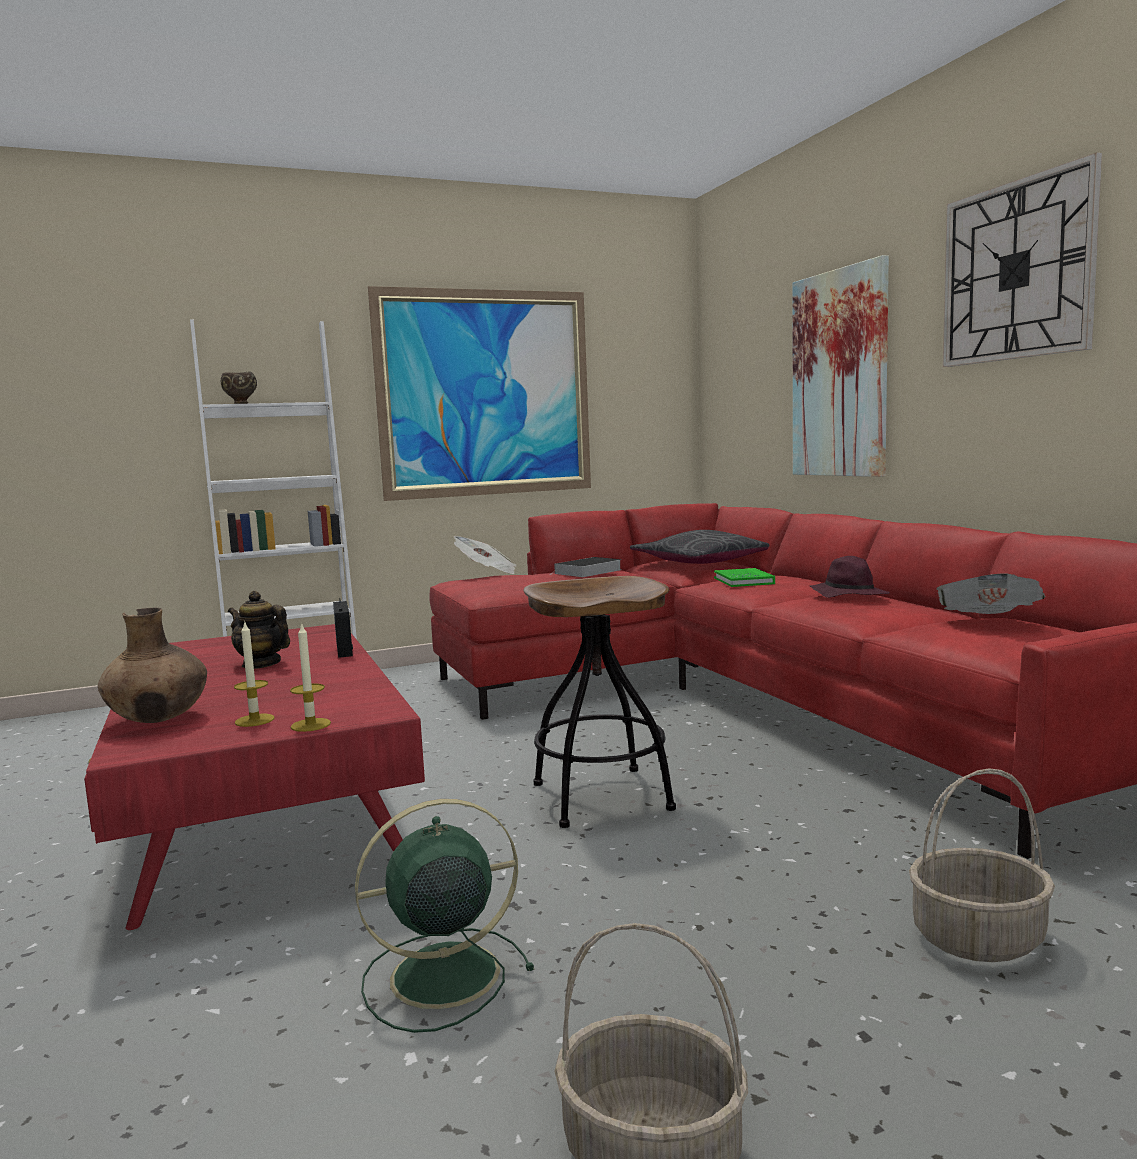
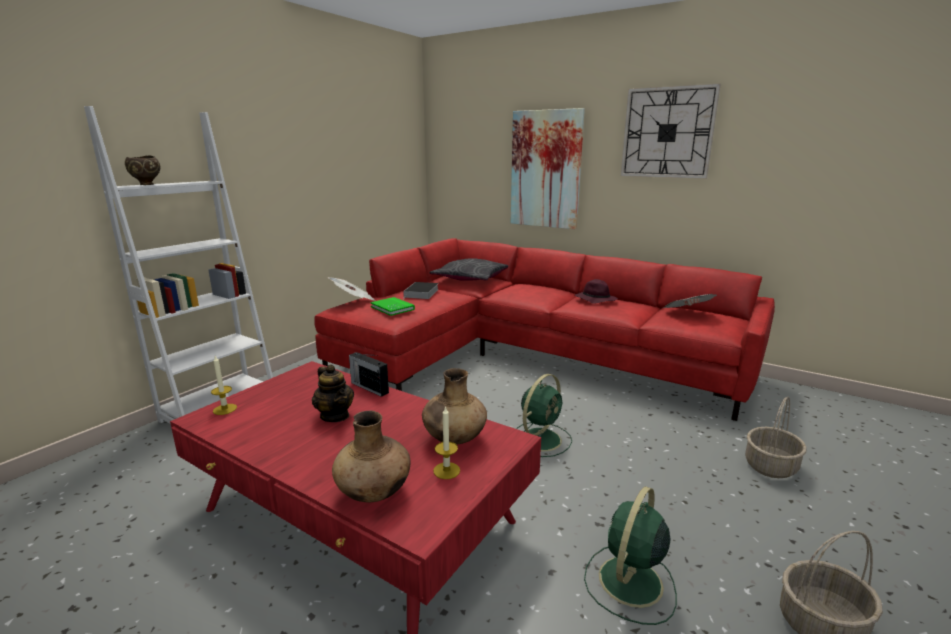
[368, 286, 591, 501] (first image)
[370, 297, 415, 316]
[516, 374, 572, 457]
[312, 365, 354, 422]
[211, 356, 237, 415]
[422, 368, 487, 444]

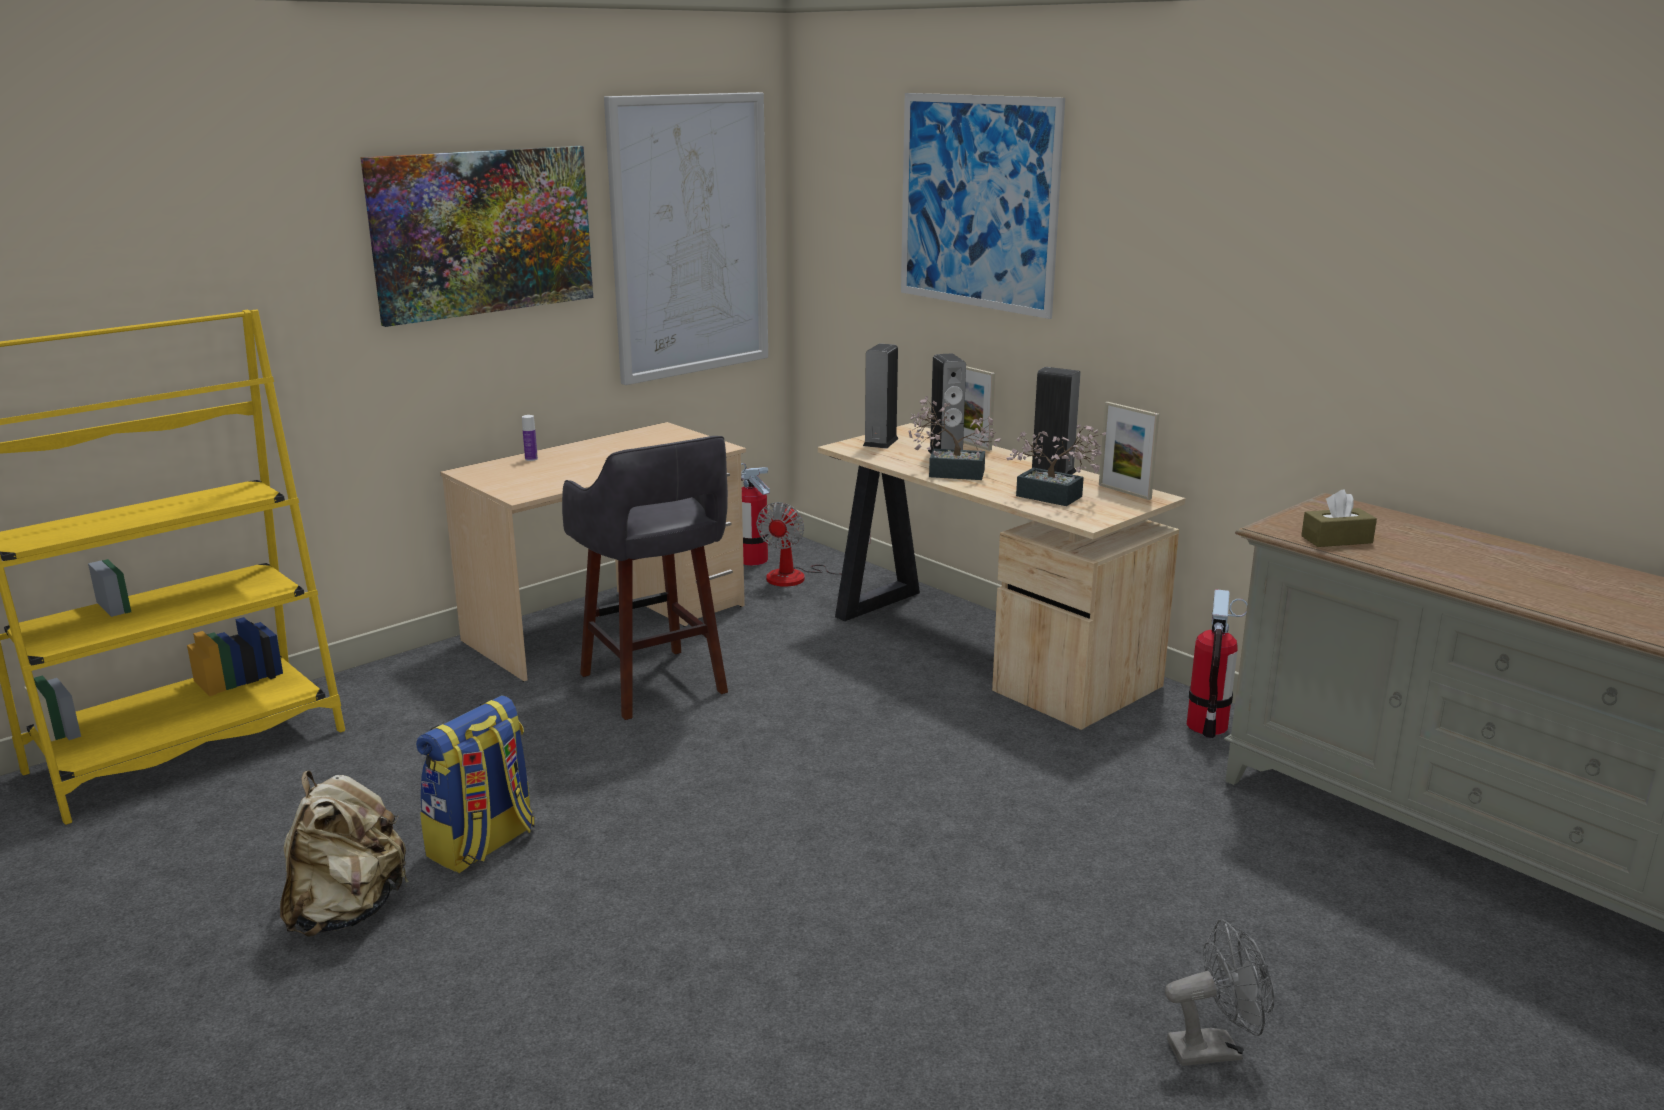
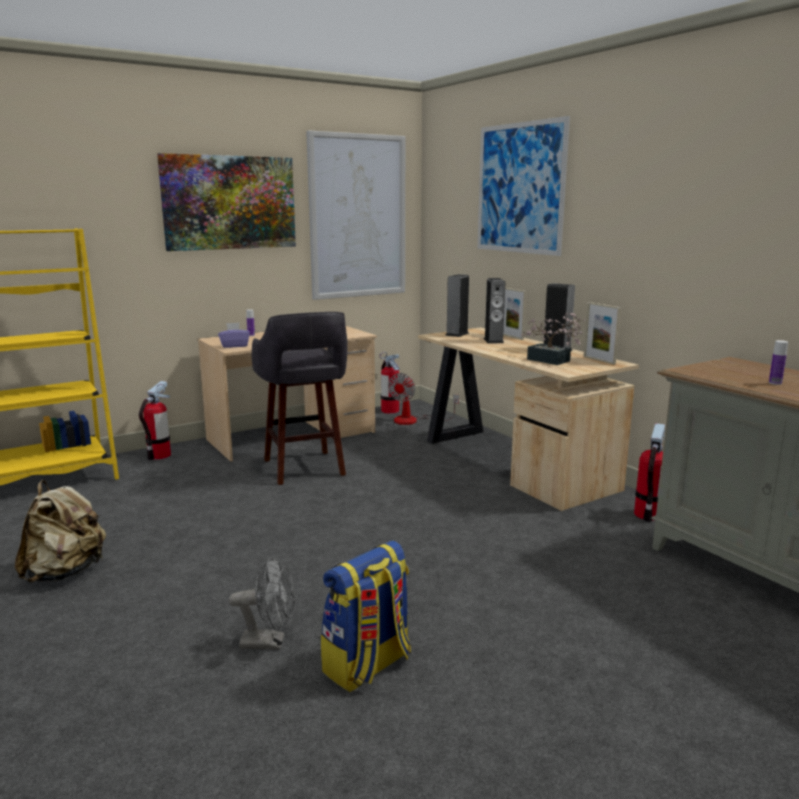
[908, 396, 1001, 480] (first image)
[1301, 490, 1377, 547] (first image)
[321, 540, 411, 692]
[229, 557, 295, 650]
[218, 323, 250, 348]
[769, 340, 788, 385]
[139, 381, 171, 460]

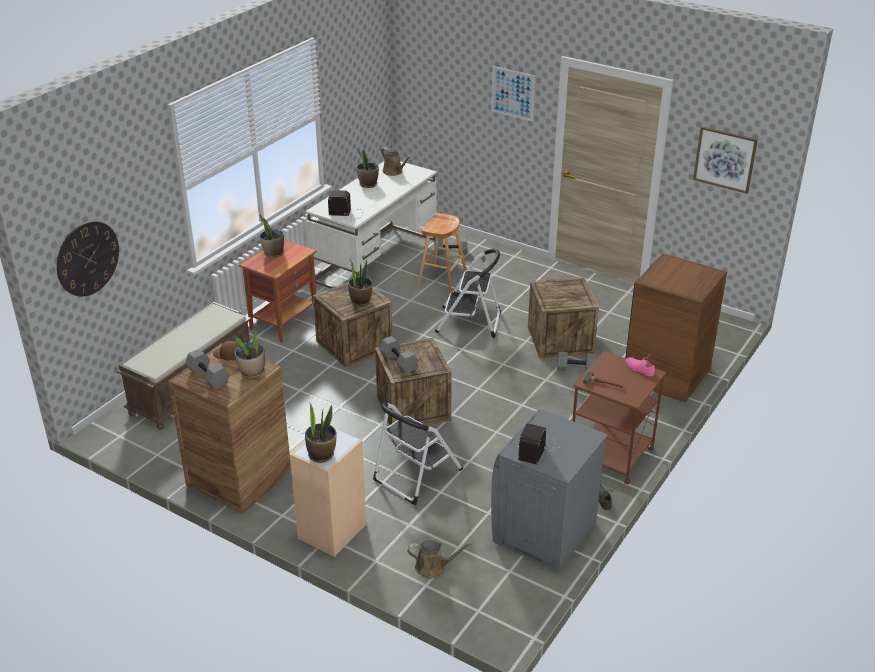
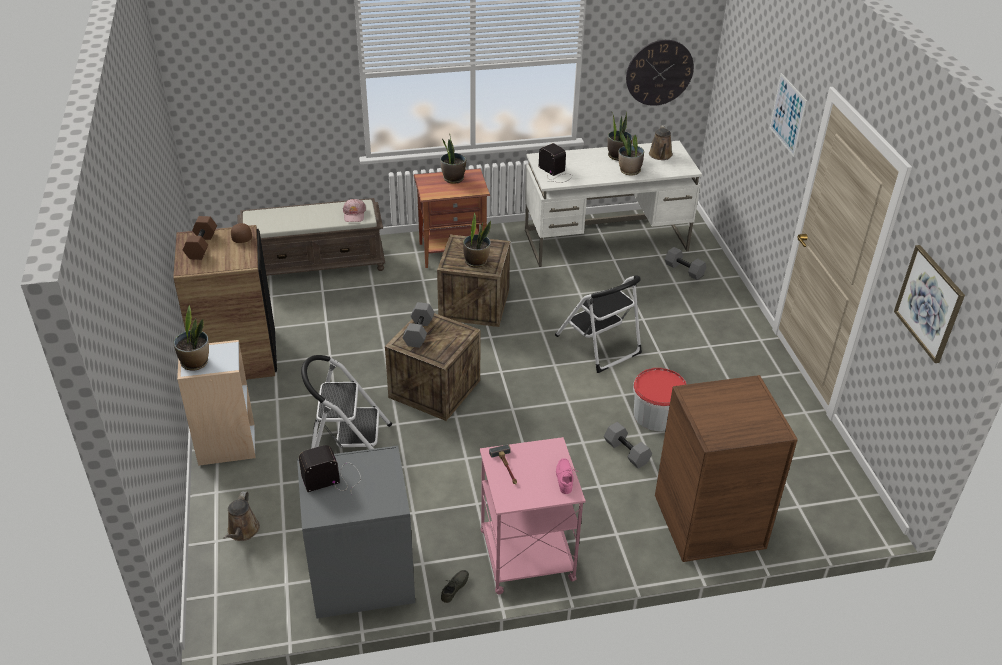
[417, 213, 467, 293] (first image)
[626, 40, 694, 106]
[633, 368, 687, 431]
[618, 131, 644, 175]
[183, 216, 217, 260]
[480, 437, 586, 594]
[223, 491, 260, 541]
[343, 199, 366, 222]

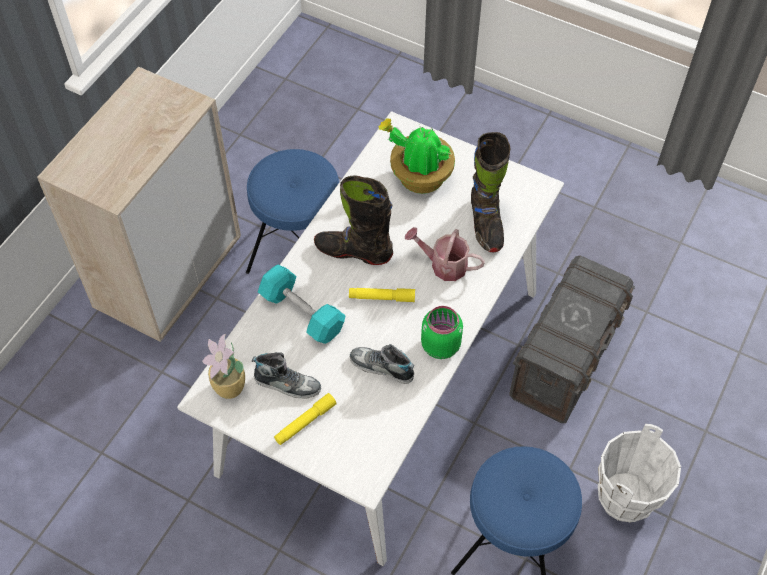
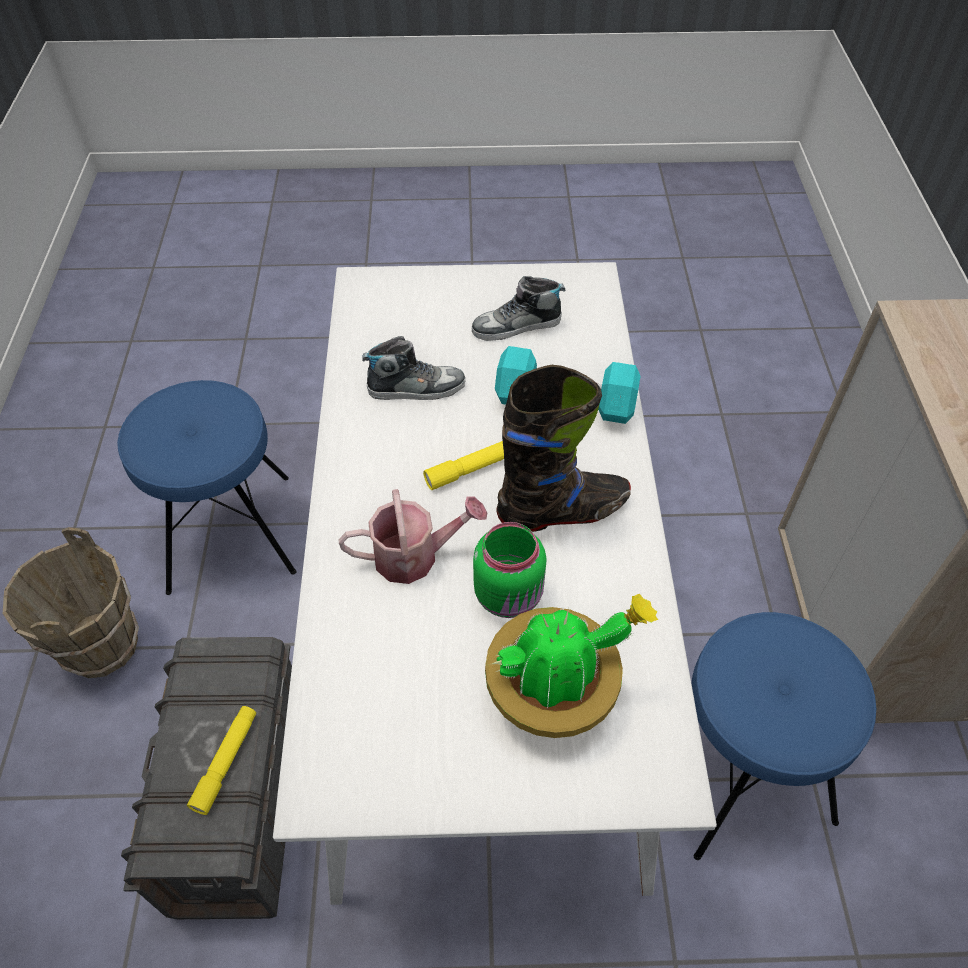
[471, 132, 511, 252] (first image)
[473, 522, 547, 618]
[202, 334, 245, 399] (first image)
[187, 706, 256, 815]
[3, 527, 139, 678]

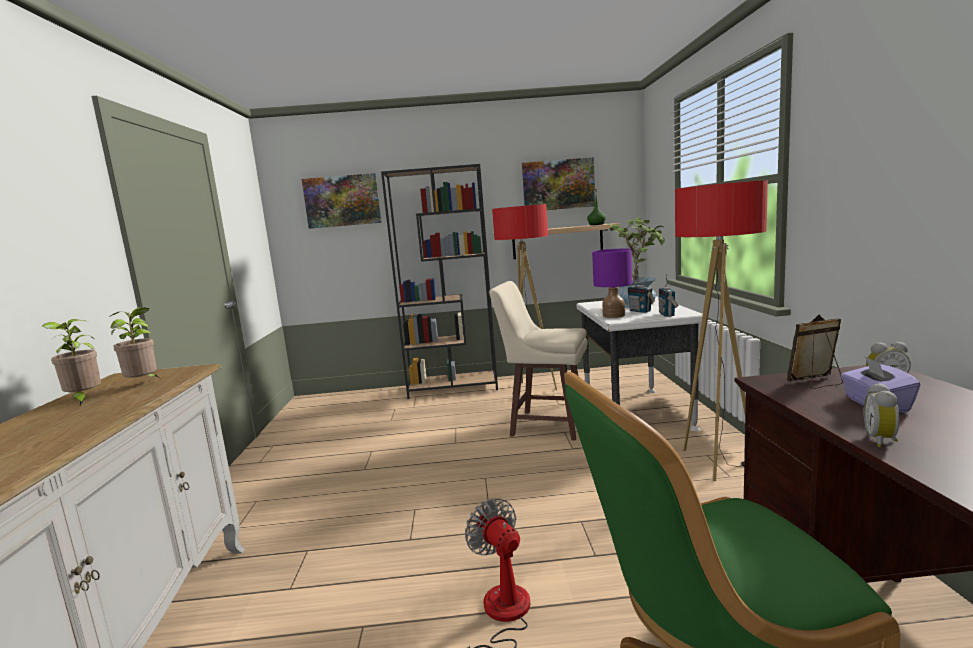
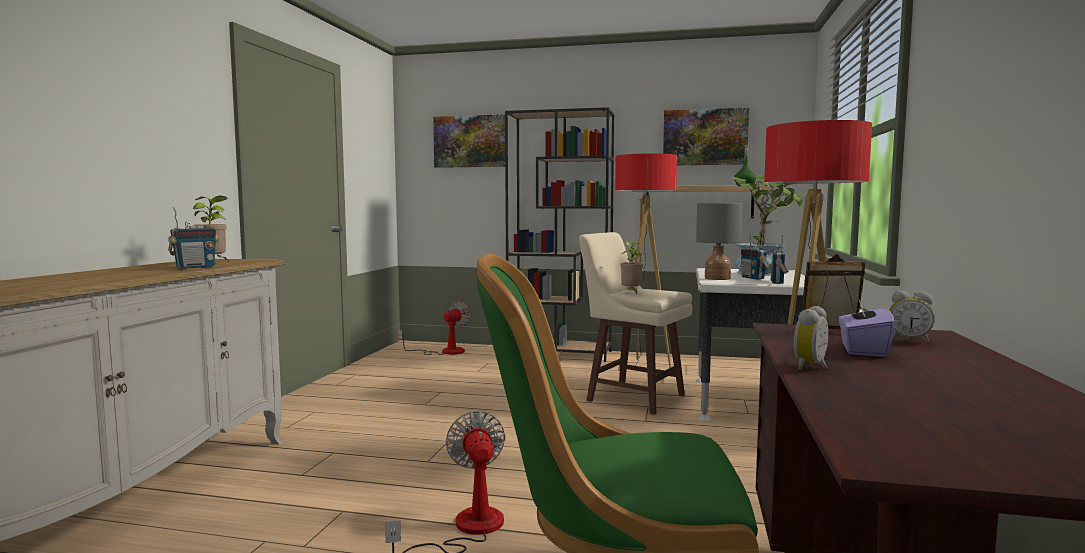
[696, 203, 743, 280]
[620, 242, 644, 294]
[168, 207, 218, 269]
[398, 301, 470, 355]

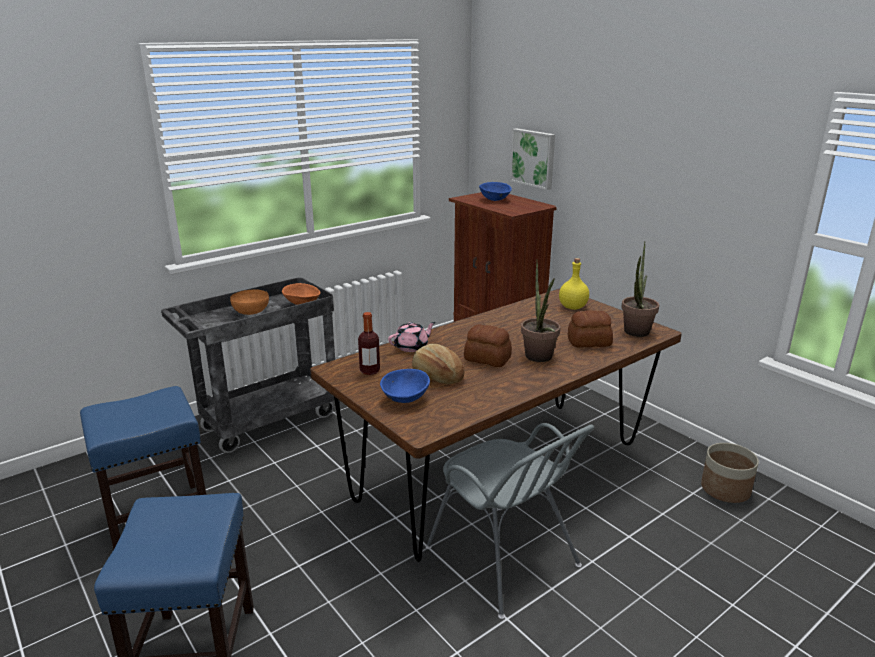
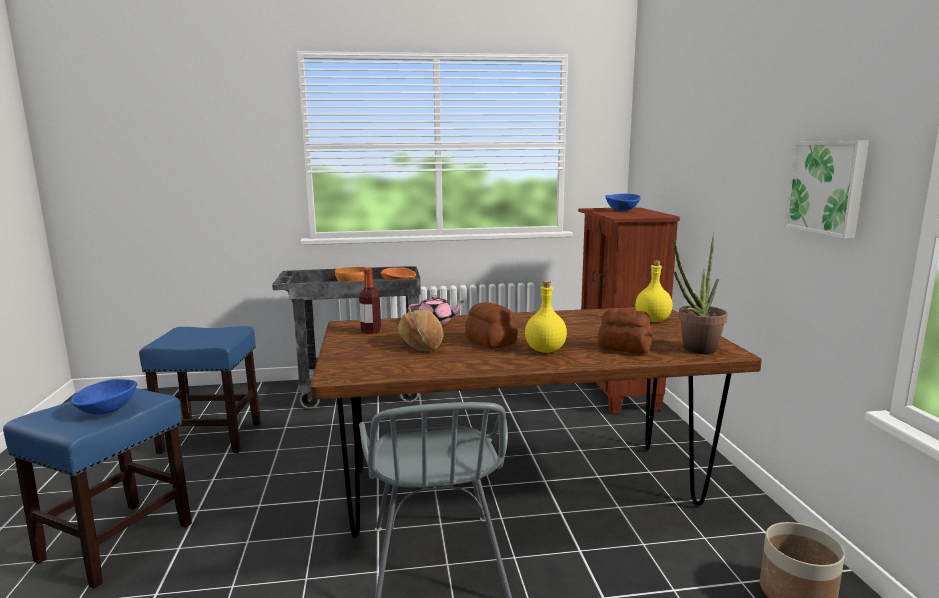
[784, 141, 869, 239]
[525, 281, 567, 353]
[71, 379, 137, 415]

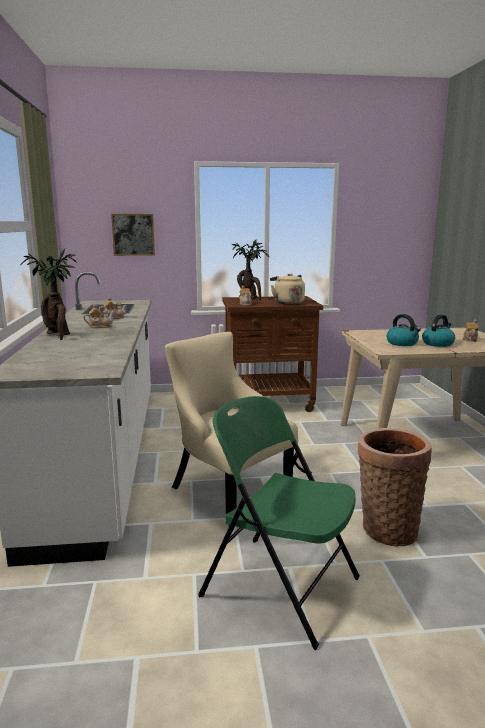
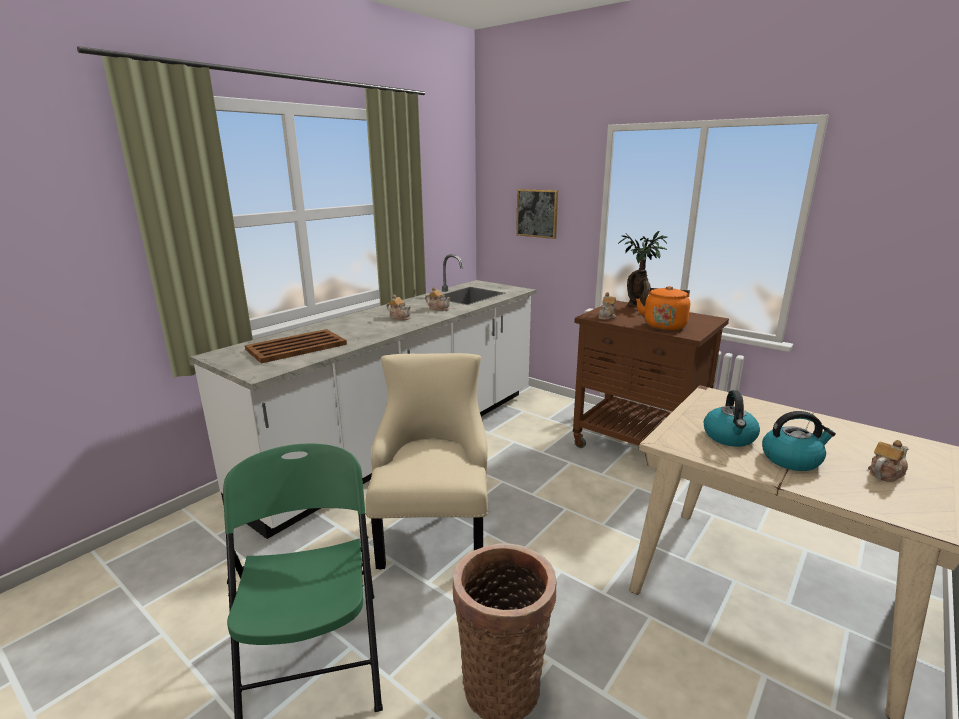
[20, 249, 77, 340] (first image)
[636, 286, 690, 331]
[245, 329, 347, 364]

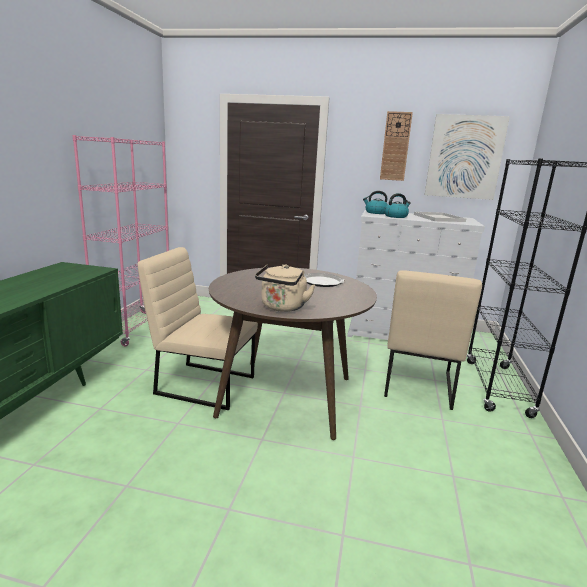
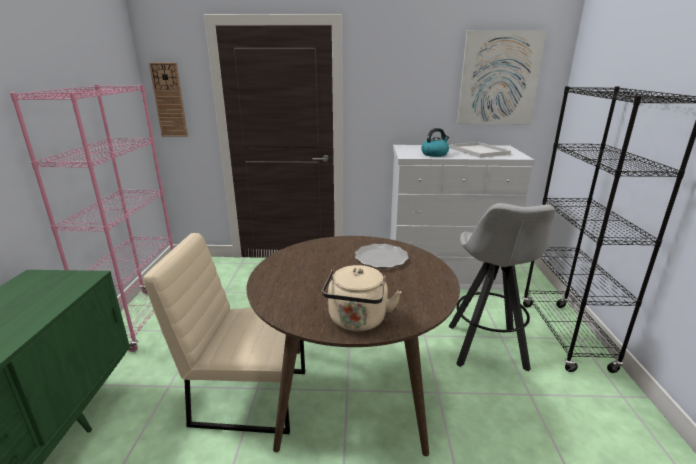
[149, 63, 188, 137]
[363, 191, 388, 214] (first image)
[449, 203, 555, 371]

